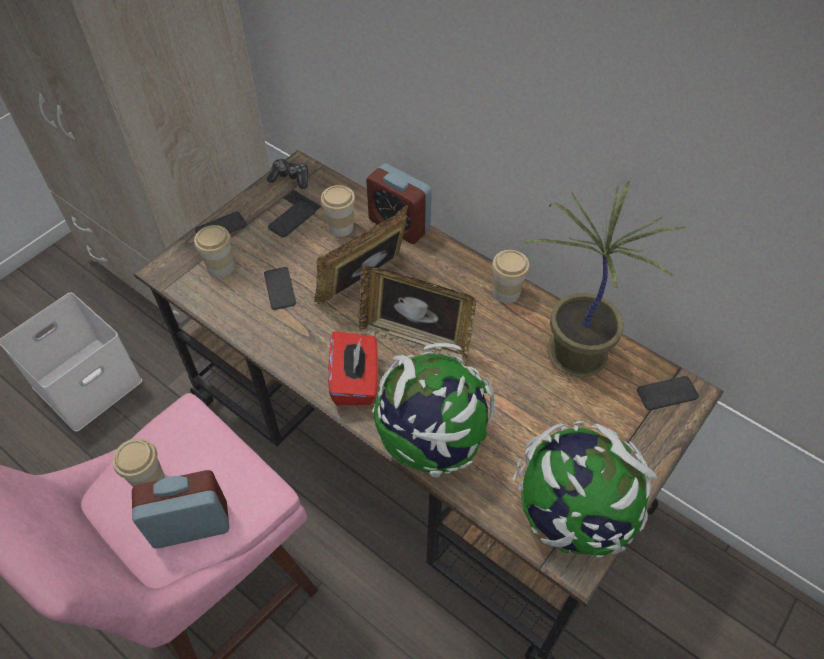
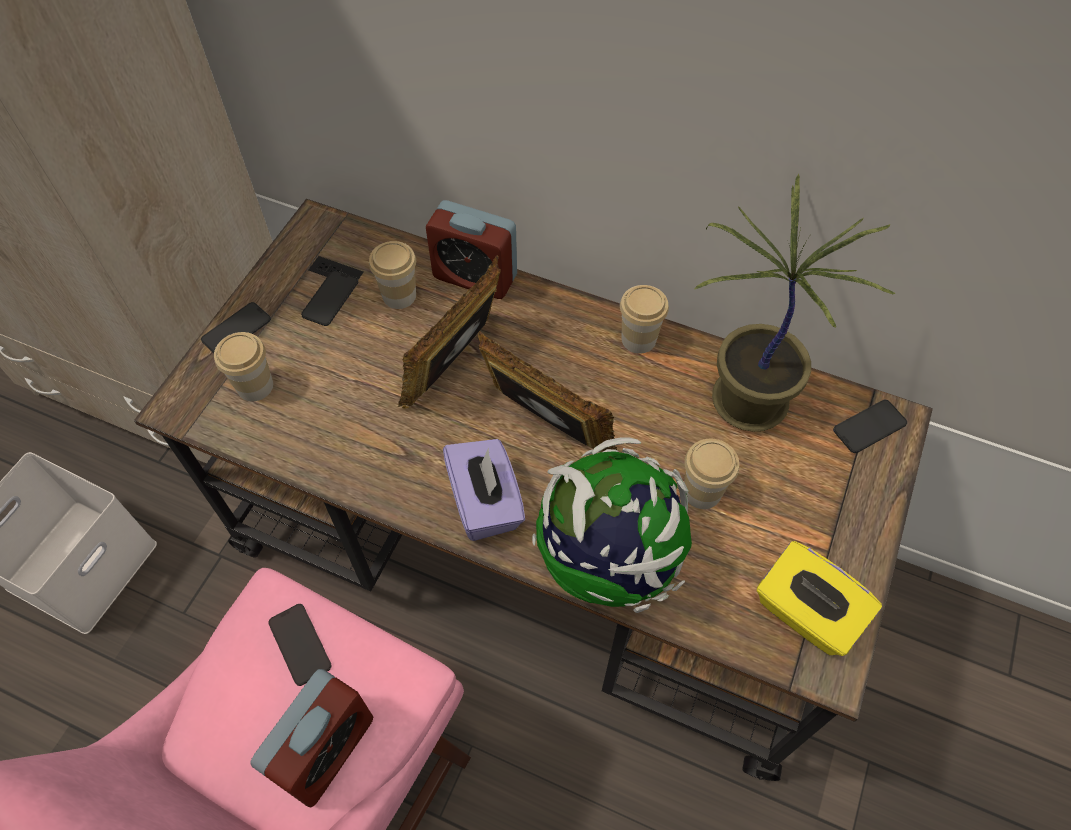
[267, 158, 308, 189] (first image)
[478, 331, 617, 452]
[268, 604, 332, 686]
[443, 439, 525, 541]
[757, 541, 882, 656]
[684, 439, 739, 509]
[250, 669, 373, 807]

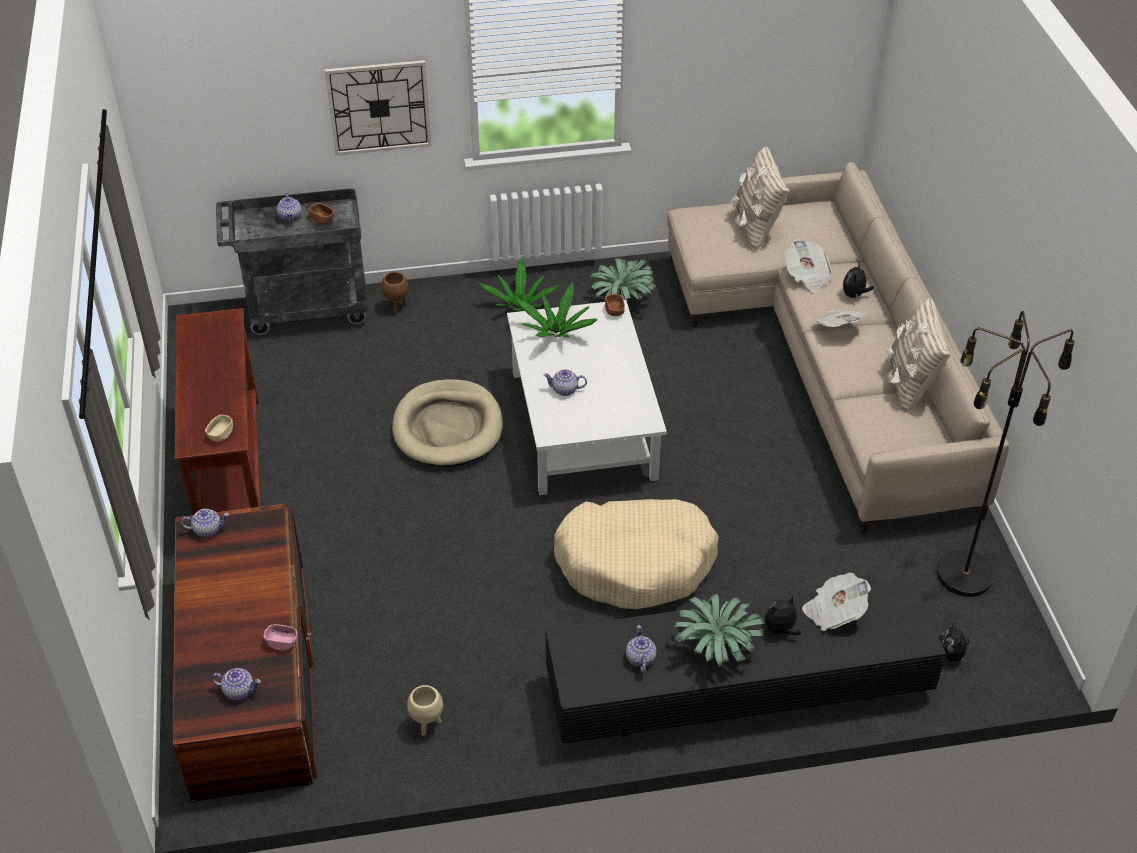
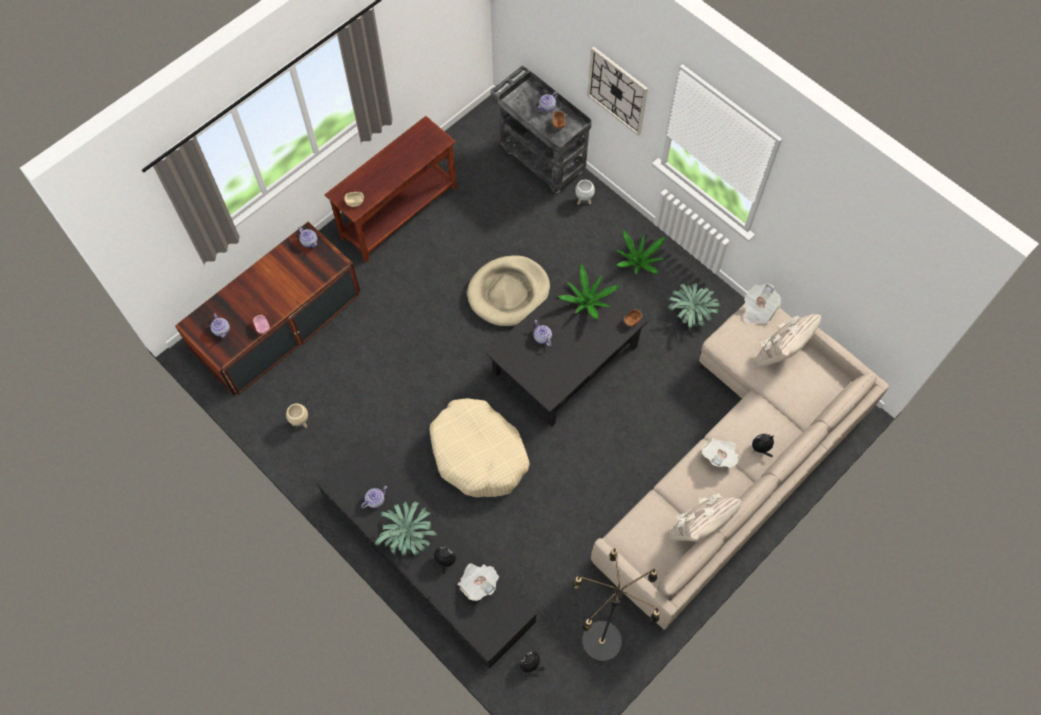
[743, 284, 782, 325]
[575, 180, 595, 205]
[486, 266, 648, 427]

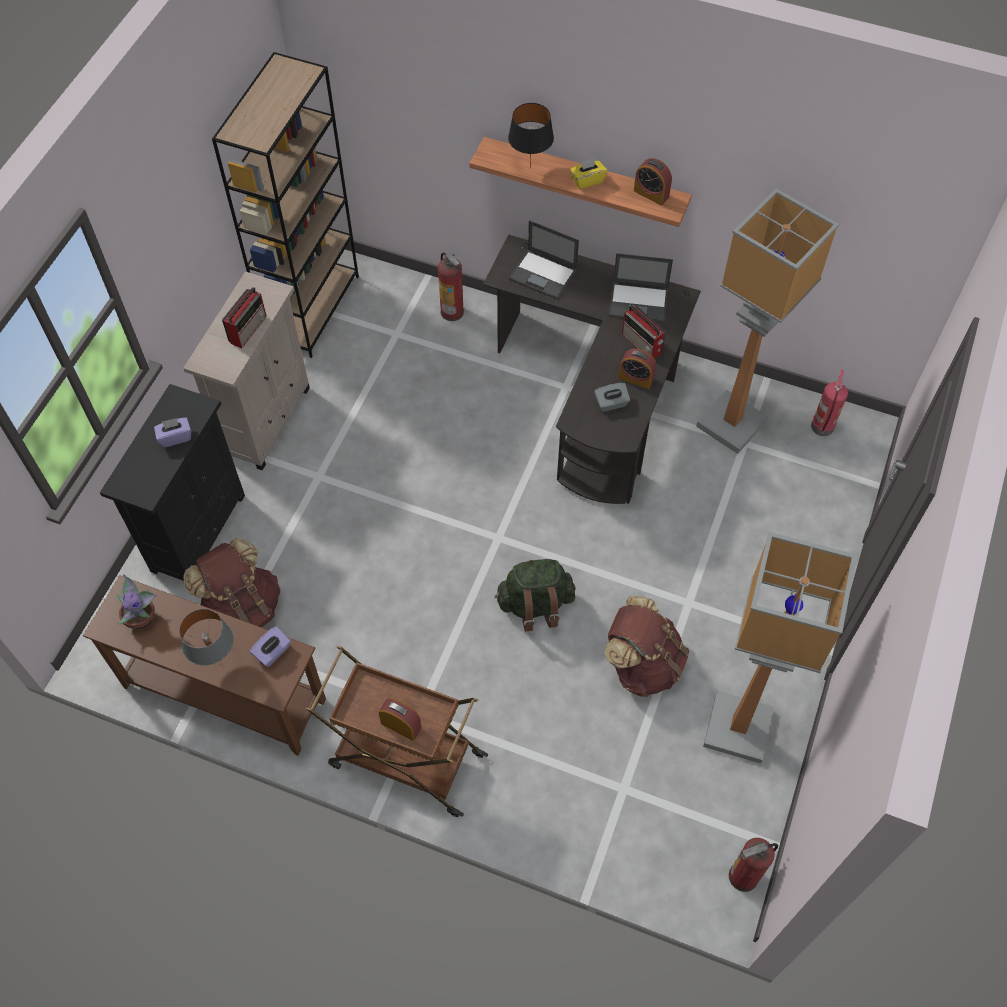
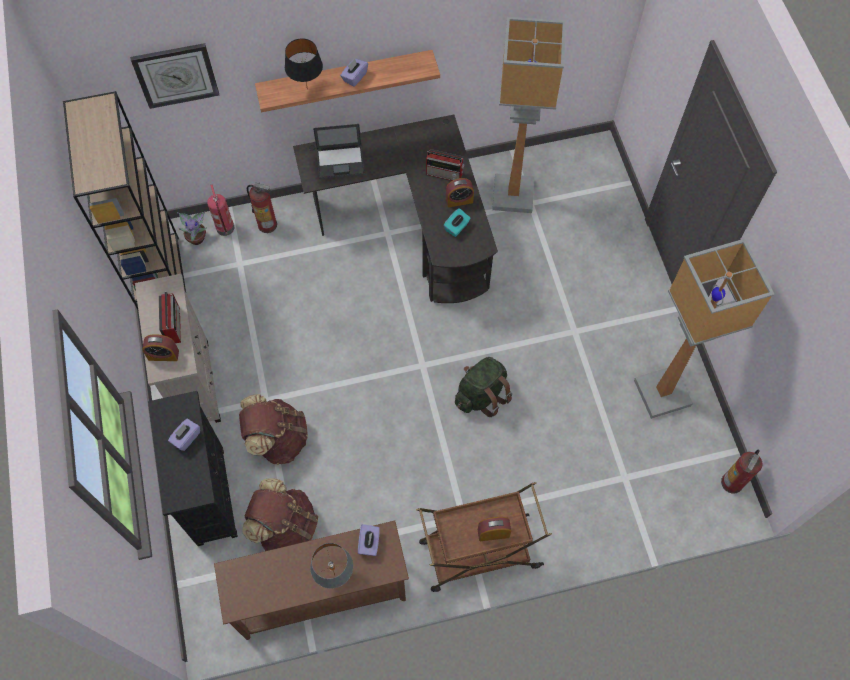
[340, 58, 368, 87]
[142, 334, 179, 361]
[609, 253, 673, 323] (first image)
[207, 185, 234, 236]
[443, 208, 471, 237]
[177, 212, 207, 245]
[239, 394, 308, 465]
[130, 43, 220, 109]

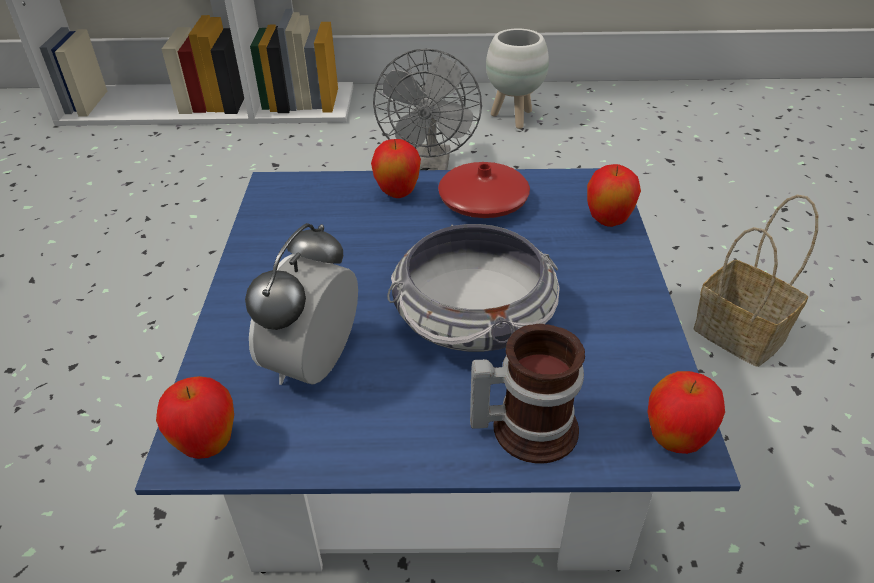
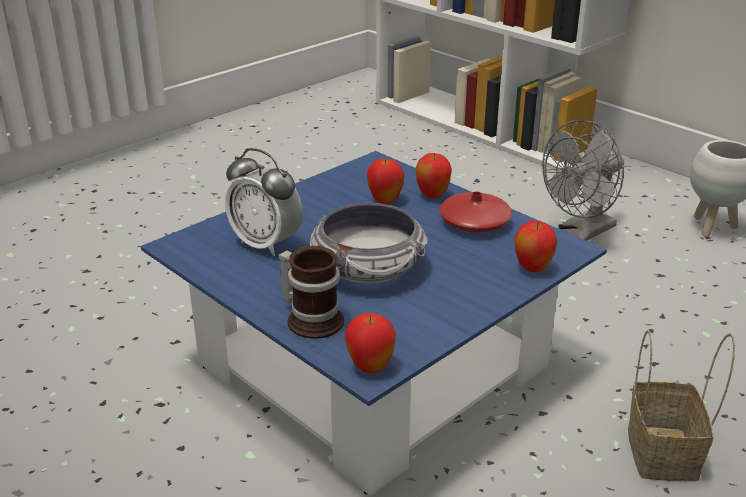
[225, 148, 303, 256]
[366, 159, 404, 204]

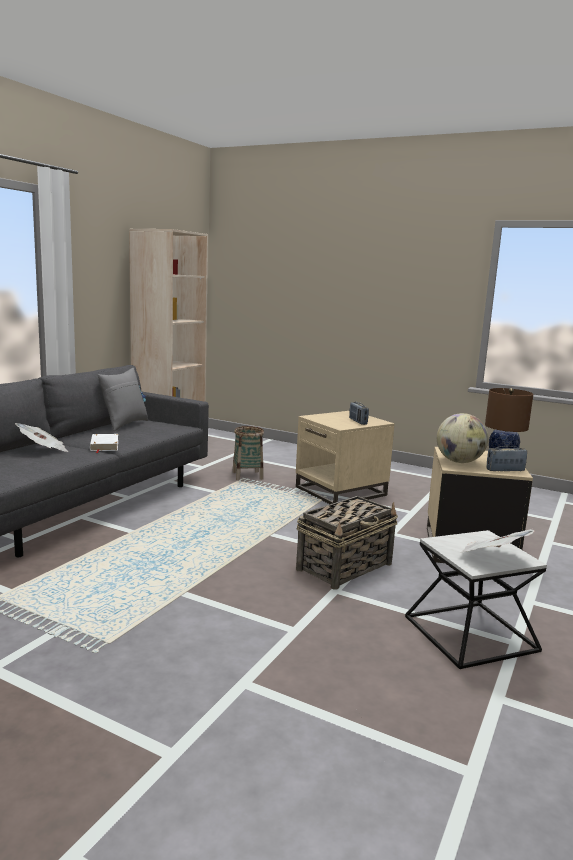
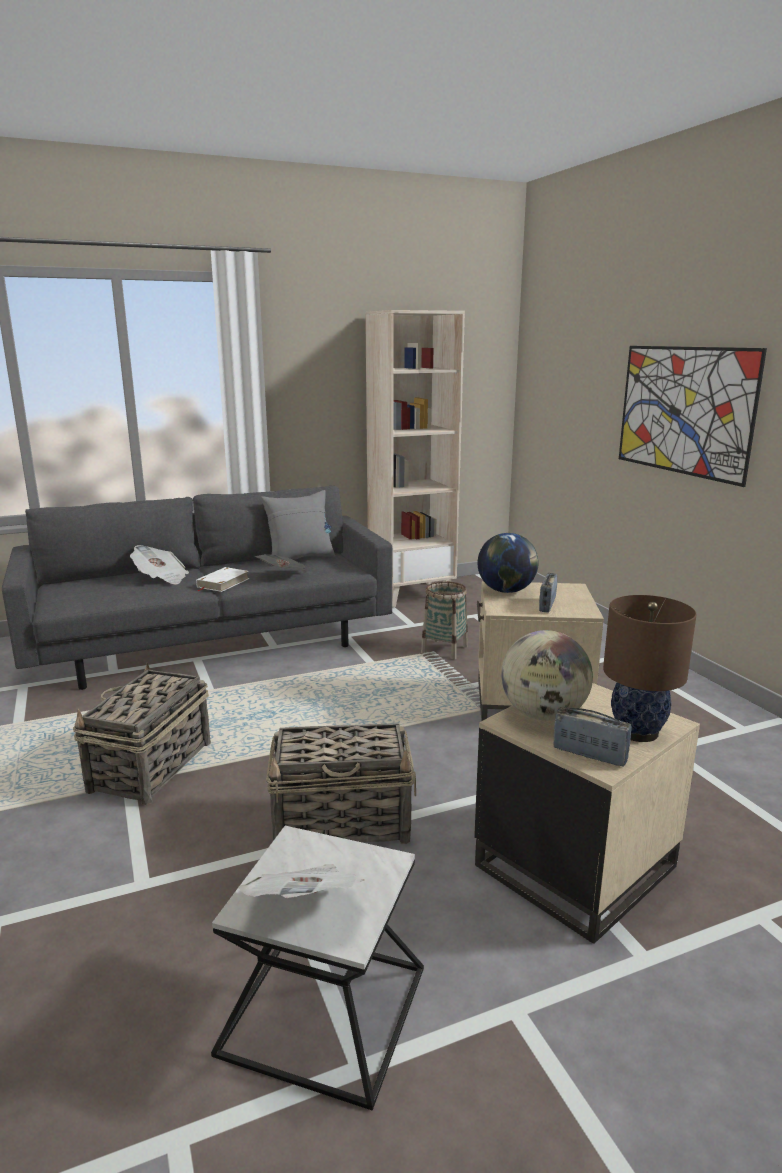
[619, 346, 767, 487]
[478, 533, 539, 593]
[254, 554, 306, 570]
[73, 663, 211, 805]

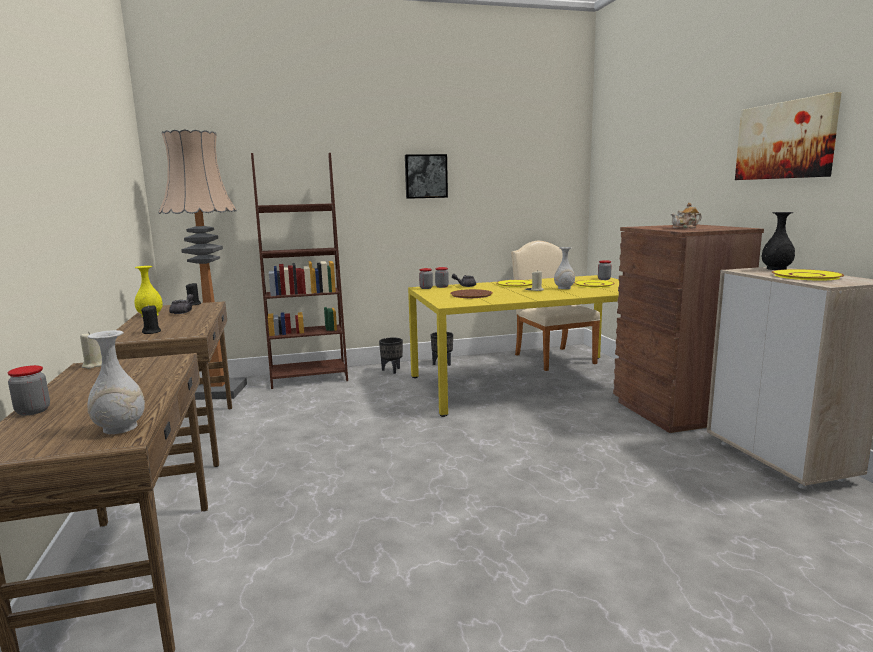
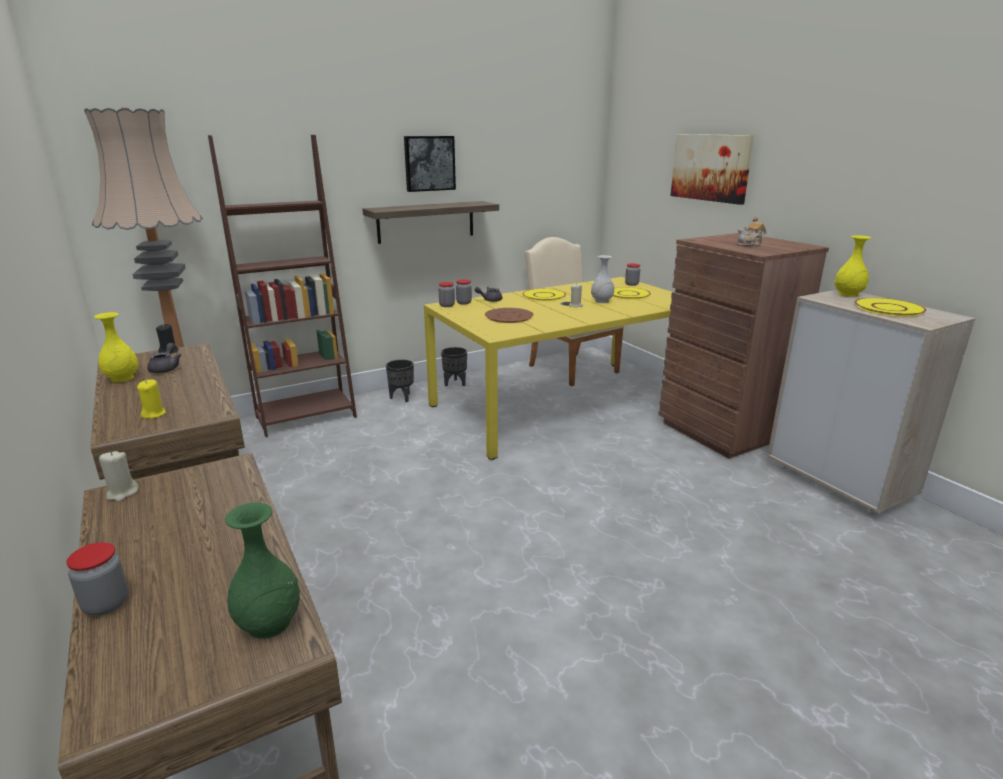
[670, 134, 754, 205]
[835, 235, 871, 297]
[137, 379, 166, 419]
[225, 502, 300, 639]
[362, 201, 499, 244]

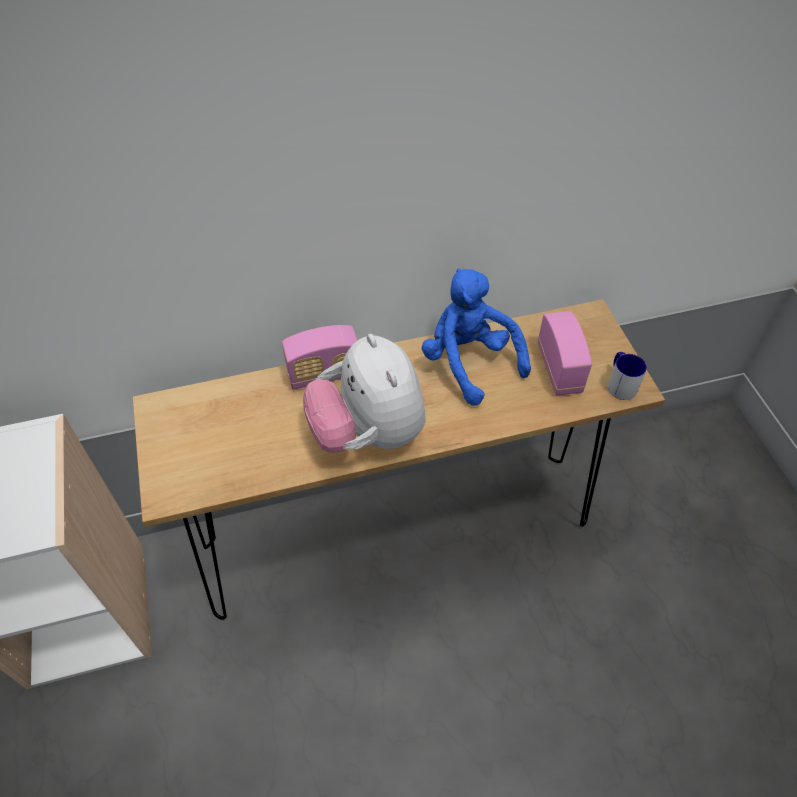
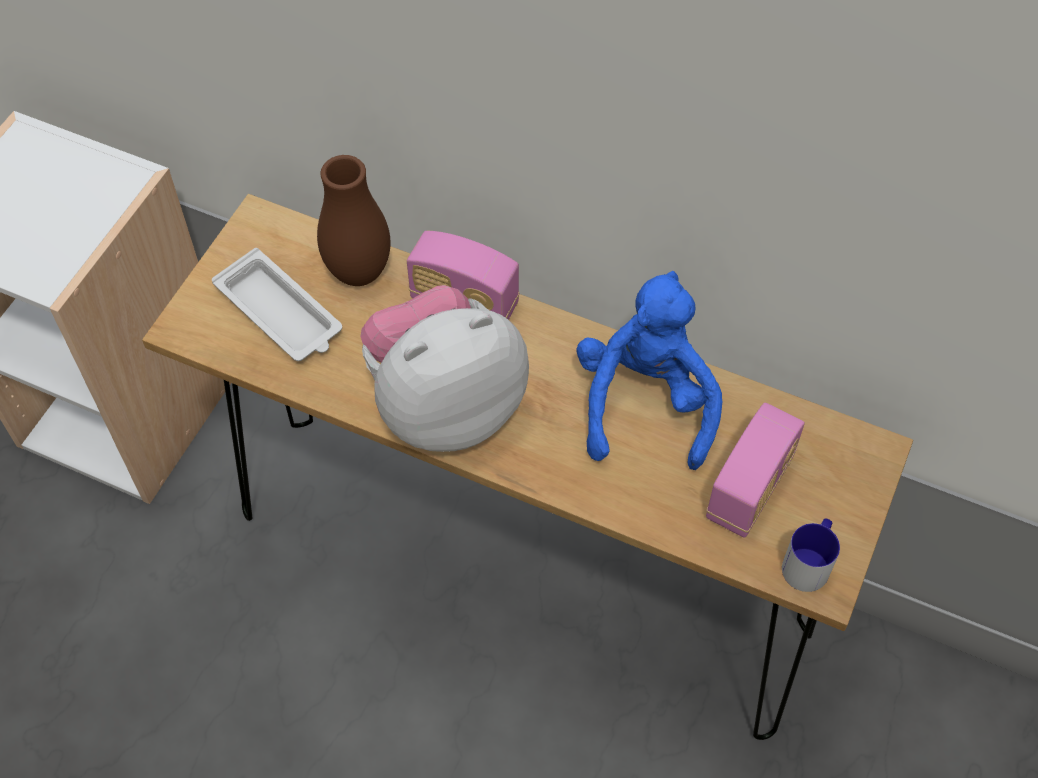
[360, 285, 529, 452]
[317, 155, 391, 286]
[212, 248, 342, 361]

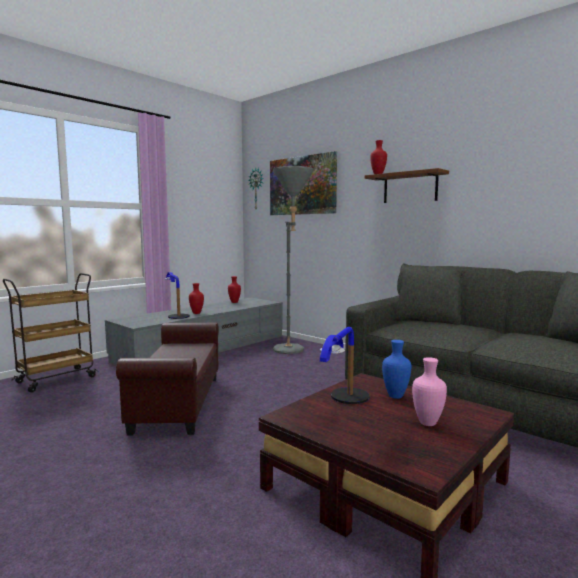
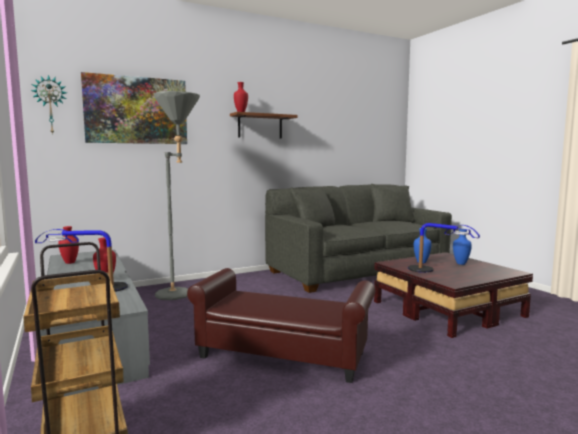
[453, 229, 472, 265]

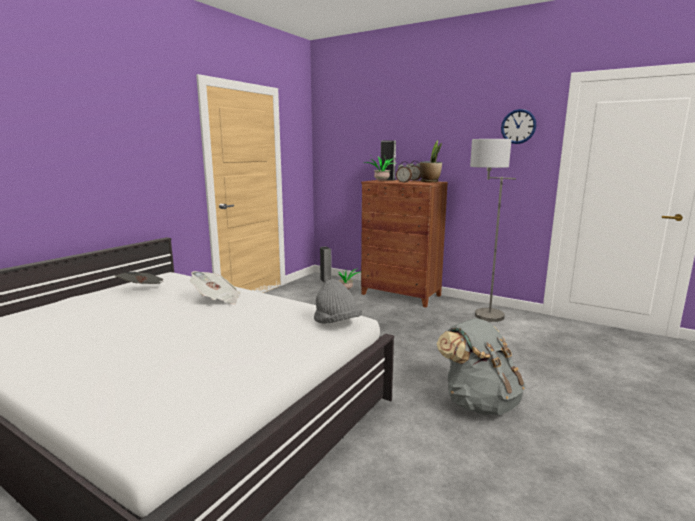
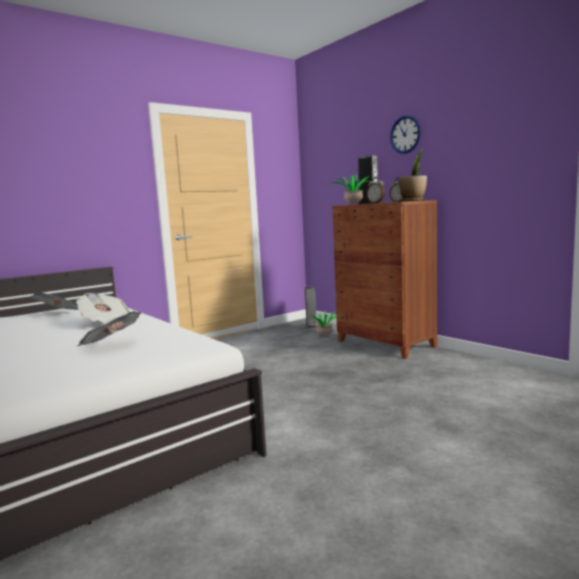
[390, 116, 421, 154]
[470, 139, 516, 322] (first image)
[314, 279, 362, 324] (first image)
[436, 318, 526, 415] (first image)
[77, 311, 141, 346]

